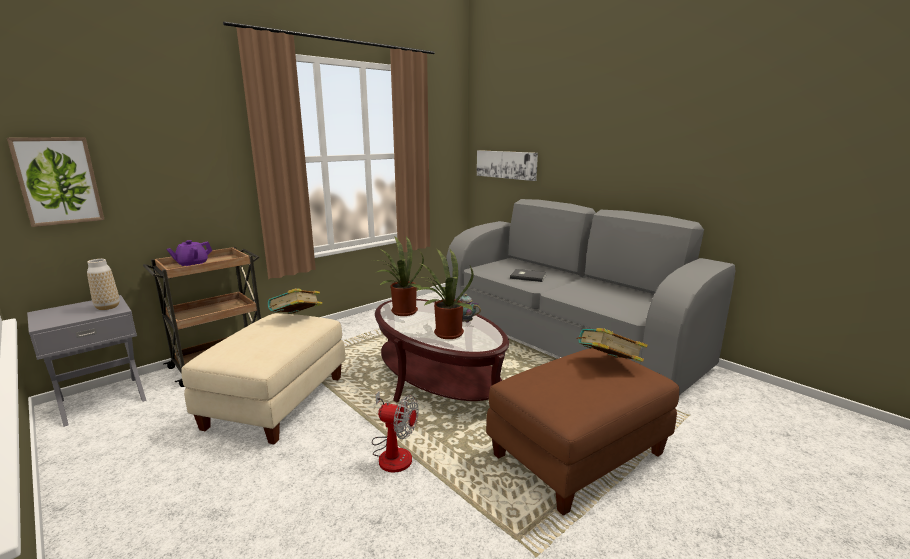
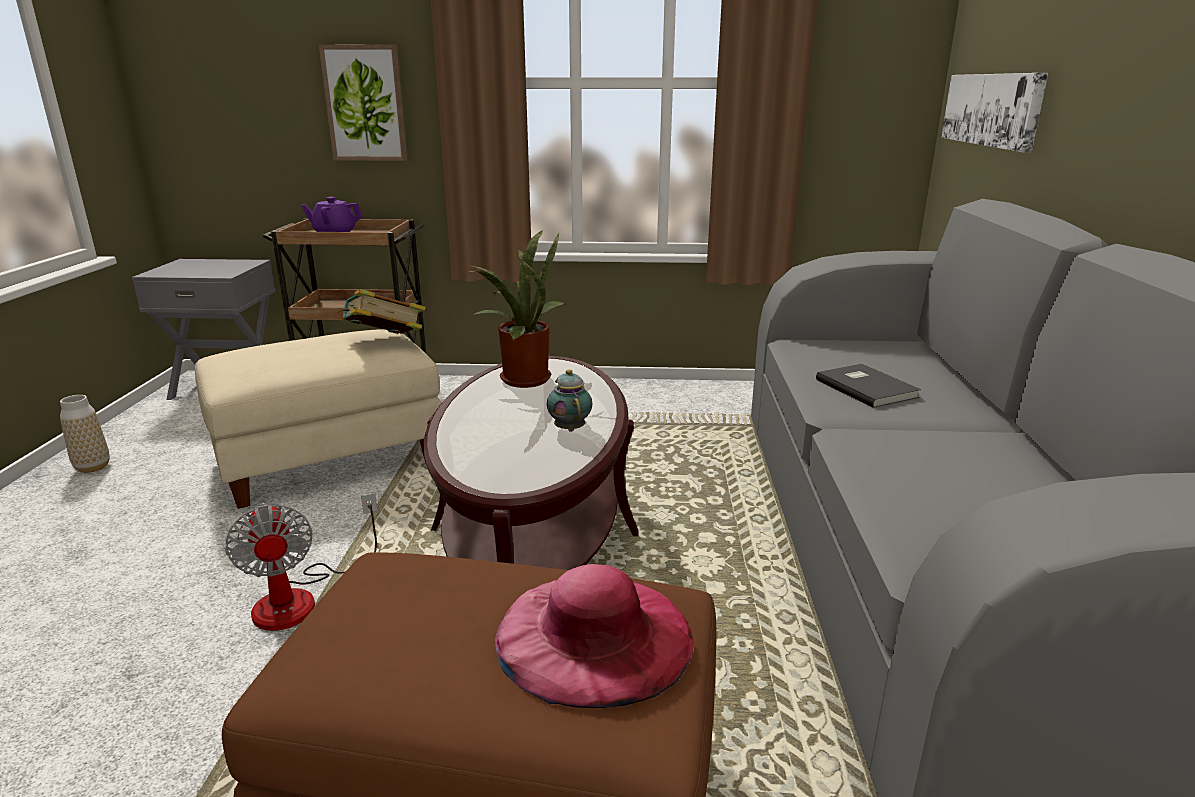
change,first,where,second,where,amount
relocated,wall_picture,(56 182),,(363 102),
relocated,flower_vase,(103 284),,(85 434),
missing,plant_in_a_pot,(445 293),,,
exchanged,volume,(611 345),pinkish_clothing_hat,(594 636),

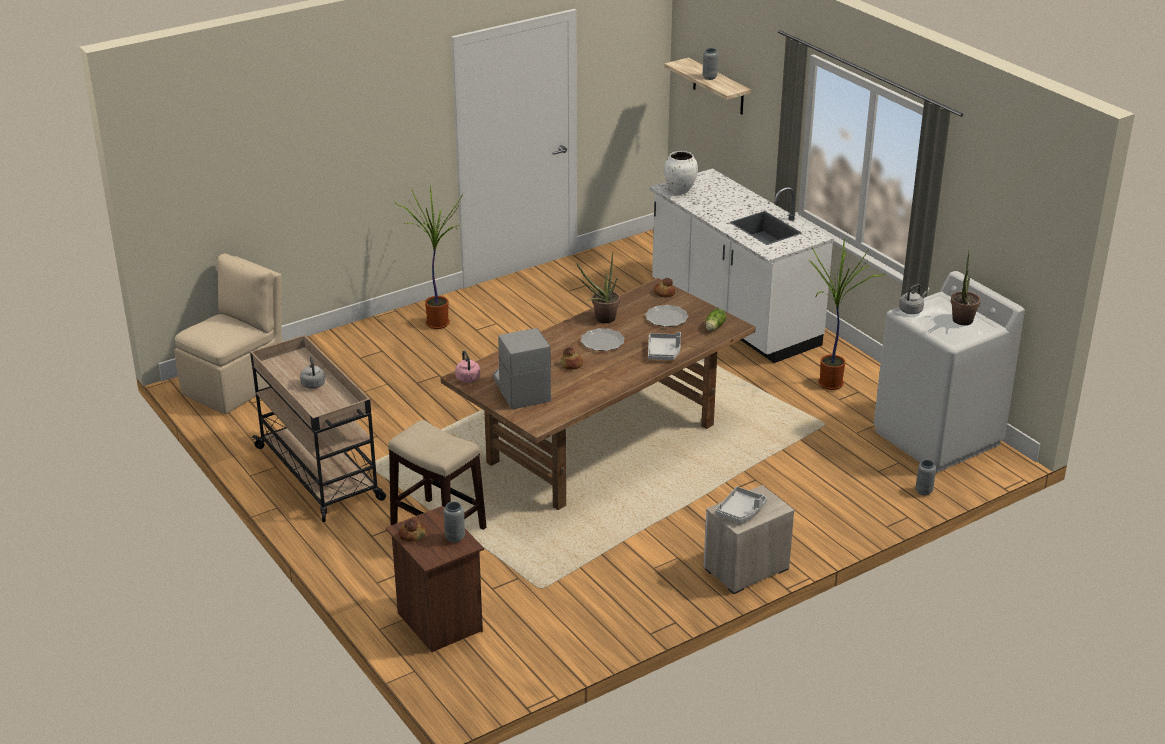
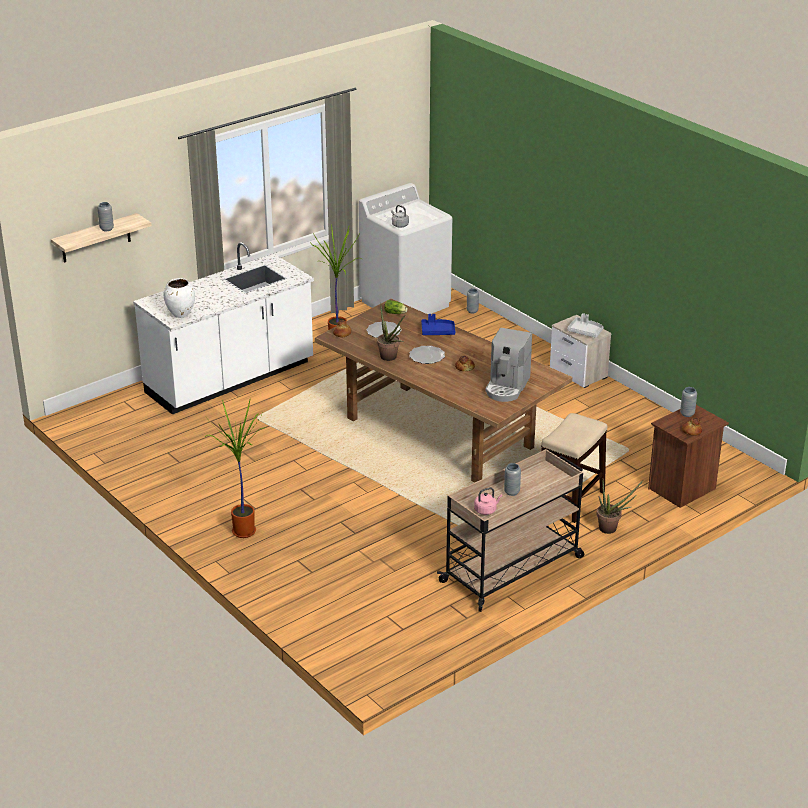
change,first,where,second,where,amount
missing,sand-coloured_upright_chair,(228 333),,,
exchanged,greyish_water_kettle,(312 372),greyish_flower_vase,(512 479),
relocated,pinkish_water_kettle,(467 367),,(488 501),
spun,coffee_brewer,(522 368),,(508 365),45 degrees counterclockwise
colour,greyish_carrying_tray,(664 346),blue-coloured_carrying_tray,(438 324),
relocated,plant_in_a_pot,(965 288),,(620 507),

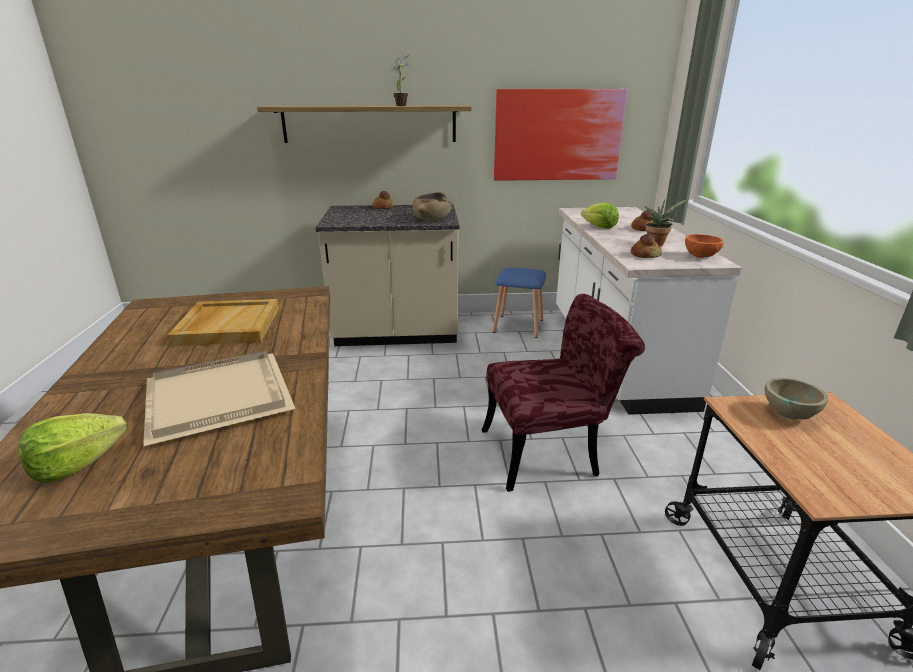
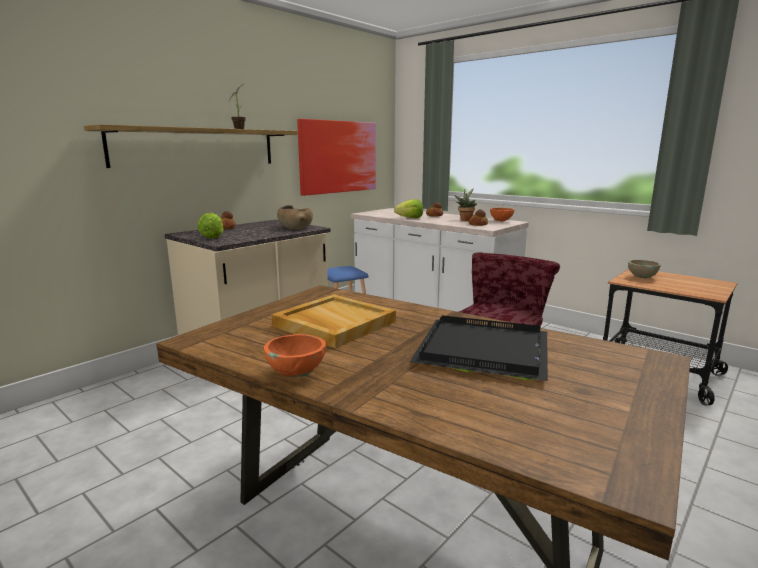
change,first,where,second,where,amount
relocated,lettuce,(72 448),,(210 226),
colour,sand-coloured_carrying_tray,(219 398),black_carrying_tray,(479 348),
appeared,,,orange-coloured_bowl,(295 356),

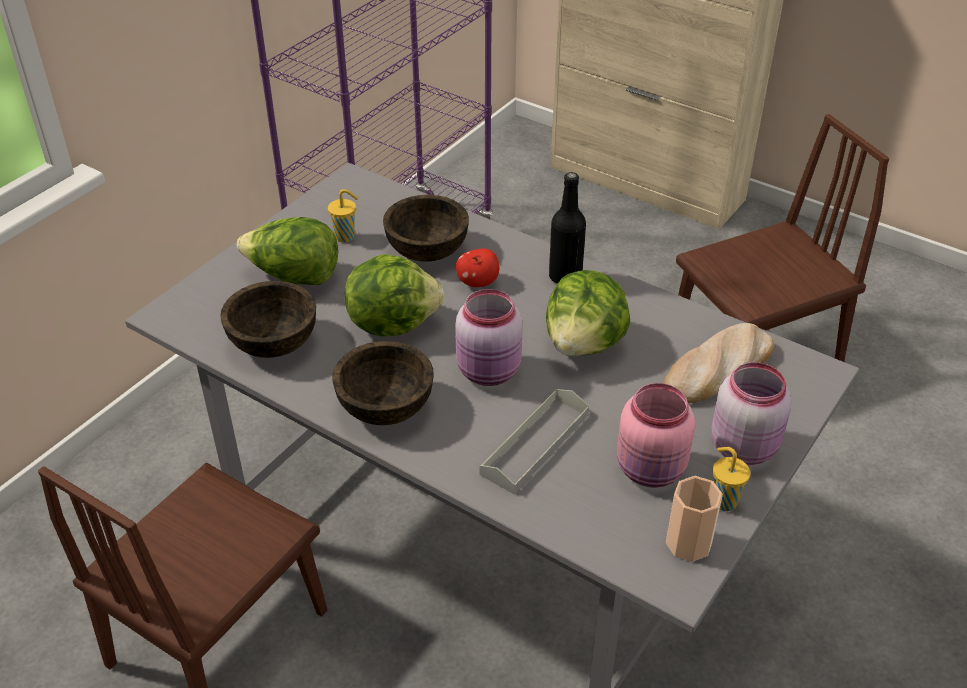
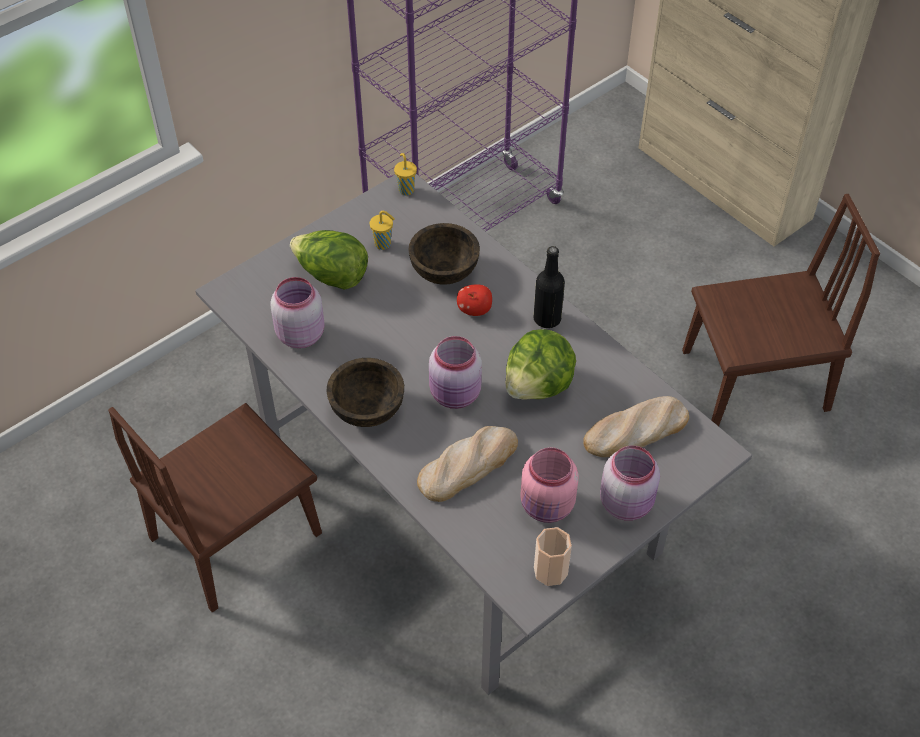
change,first,where,second,where,amount
exchanged,brown_bowl,(268 319),pinkish_storage_jar,(297 312),
missing,lettuce,(395 295),,,
exchanged,greyish_carrying_tray,(534 441),baked_bread,(467 464),
relocated,yellow_small_cup,(731 479),,(405 174),

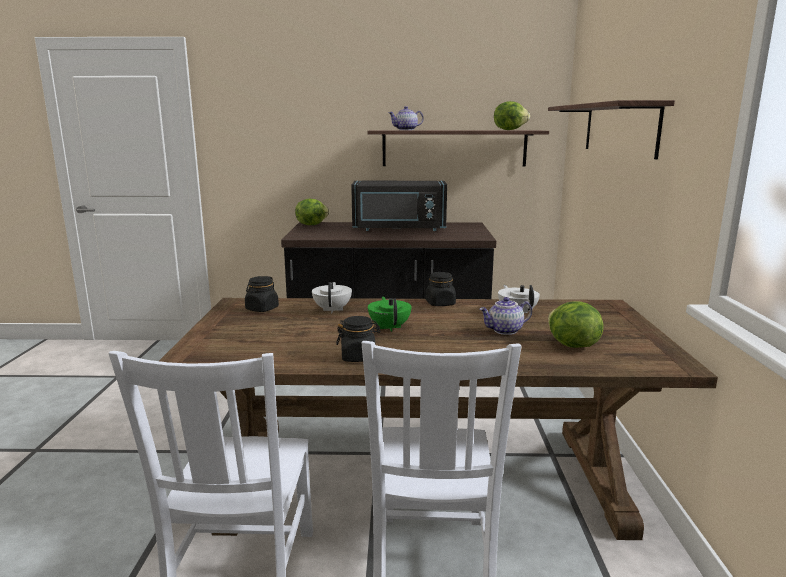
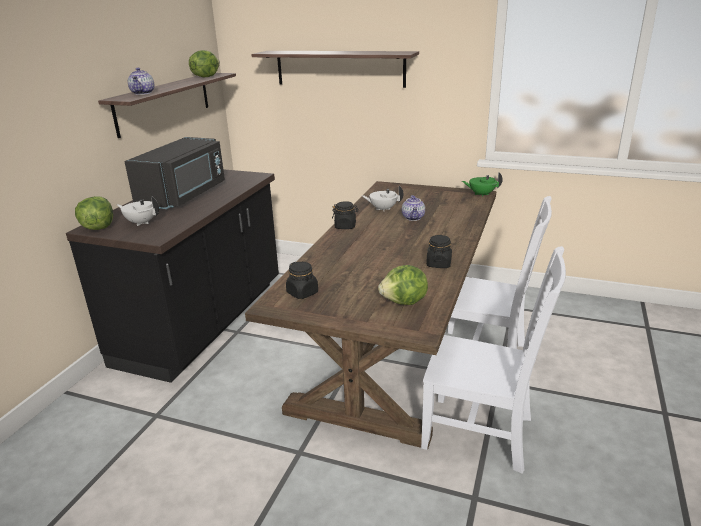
change,first,where,second,where,amount
relocated,white-coloured_tea_pot,(332 297),,(138 211),
relocated,green_tea_pot,(390 314),,(482 184),
relocated,lettuce,(576 324),,(403 285),

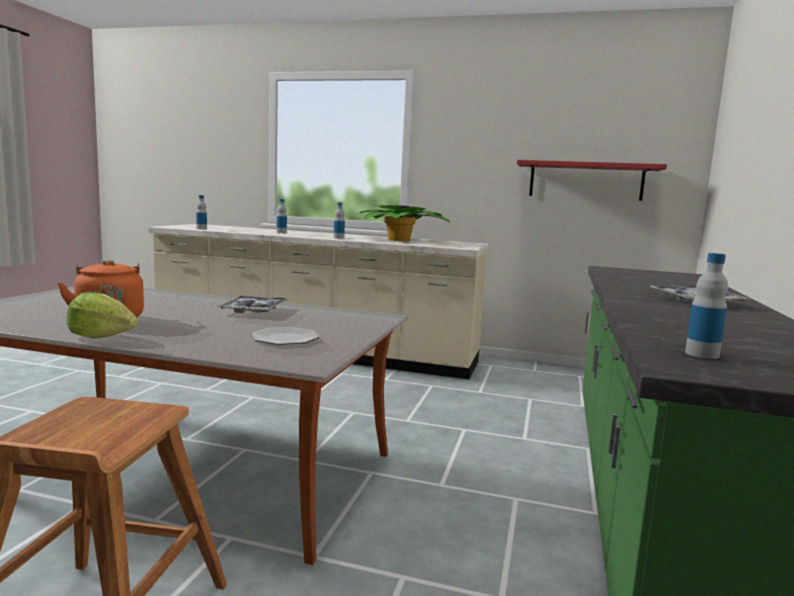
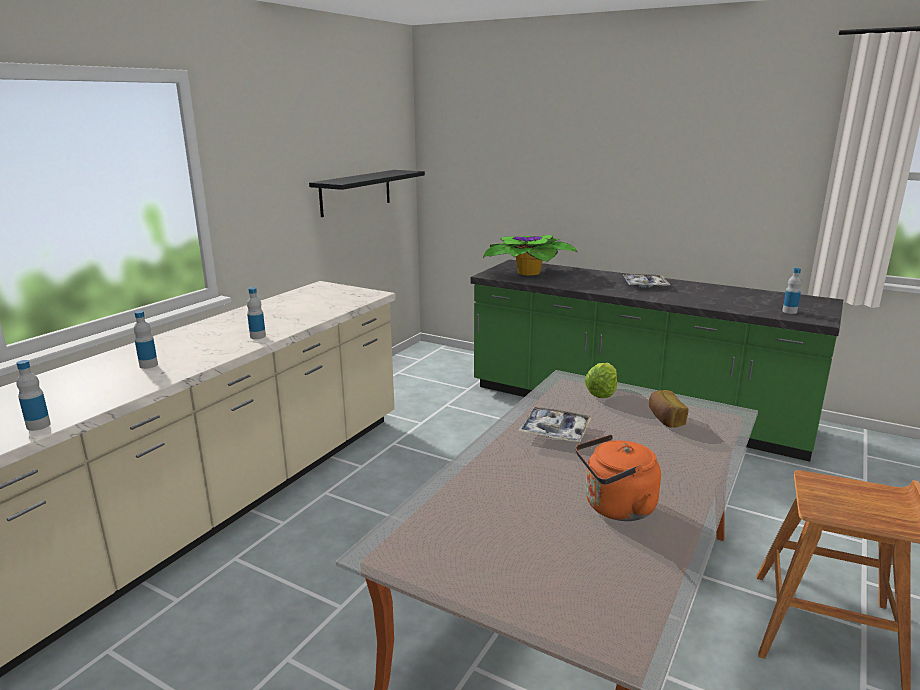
change,first,where,second,where,amount
relocated,lettuce,(102 315),,(600 380),
exchanged,dinner_plate,(285 336),baked_bread,(669 409),
relocated,plant_in_a_pot,(403 223),,(530 255),
colour,reddish_shelf,(592 180),black_shelf,(367 193),

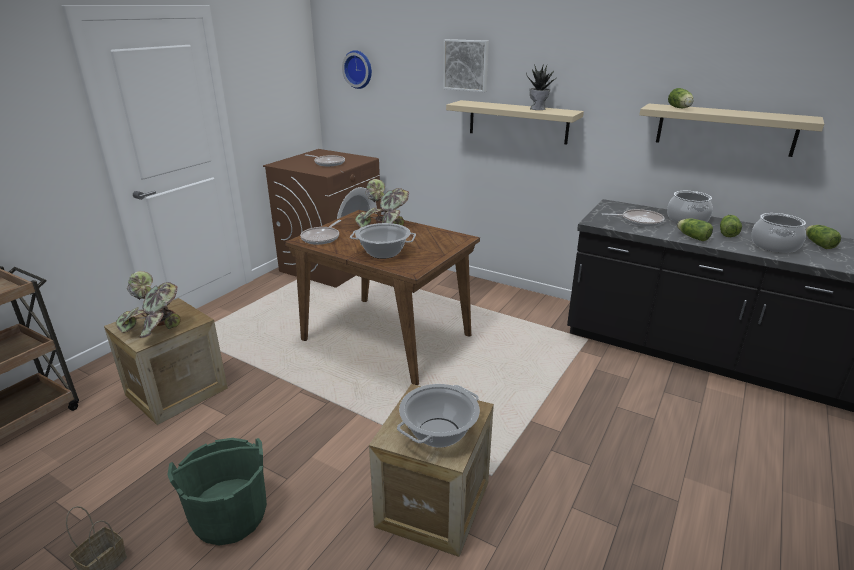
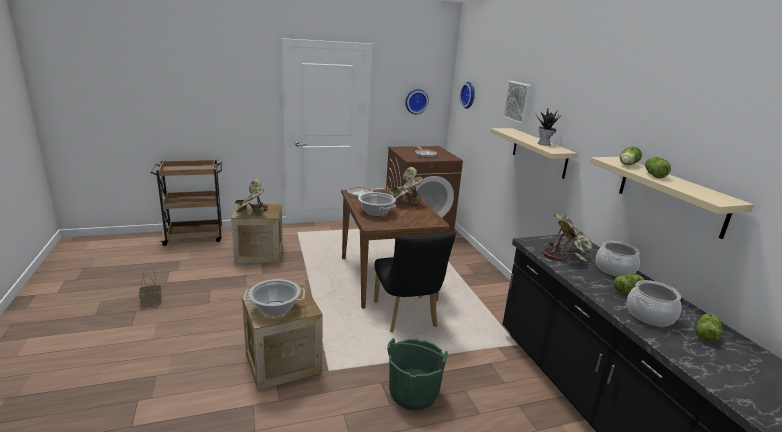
change,first,where,second,where,amount
relocated,green_bucket,(217 492),,(417 374),
exchanged,skillet,(633 218),plant_in_a_pot,(567 238),
relocated,lettuce,(695 230),,(658 167),
appeared,,,black_upright_chair,(415 282),
appeared,,,wall_clock,(417 101),

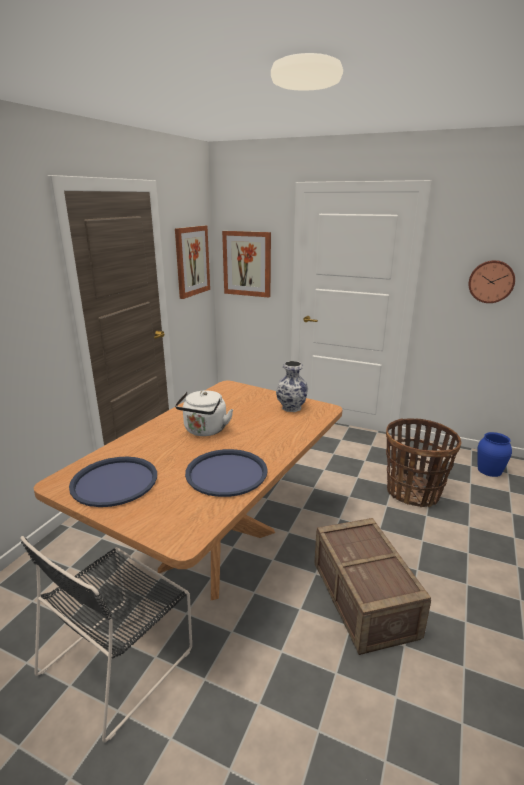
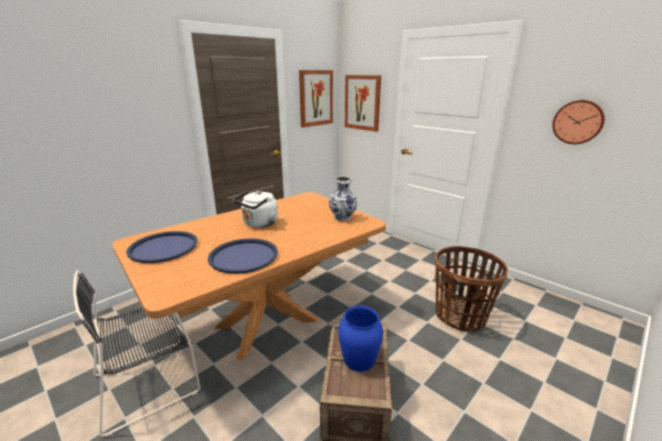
change,first,where,second,where,amount
relocated,blue-coloured_flower_vase,(494 454),,(360 338),

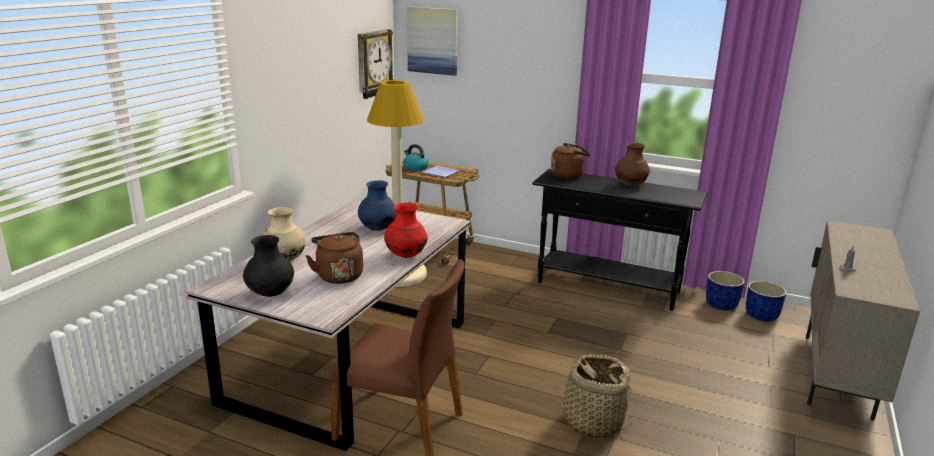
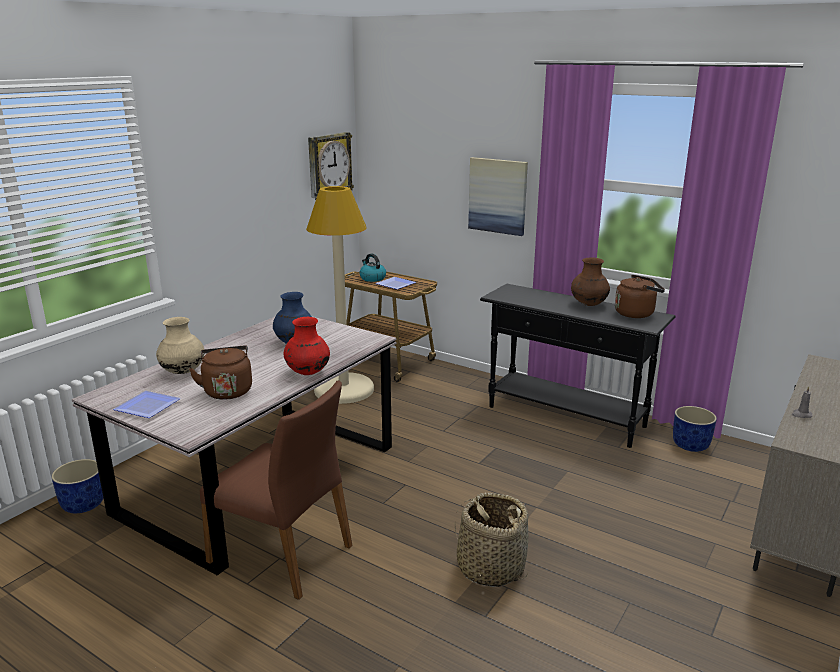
change,first,where,second,where,amount
exchanged,black_flower_vase,(268 266),dinner_plate,(147 404),
relocated,wall_picture,(432 41),,(498 196),
relocated,brown_water_kettle,(571 161),,(640 296),
relocated,blue-coloured_flower_pot,(766 301),,(77 486),

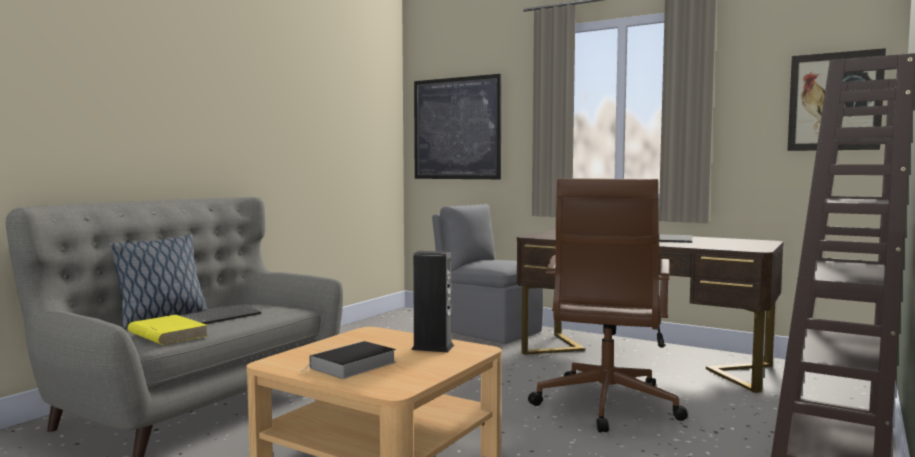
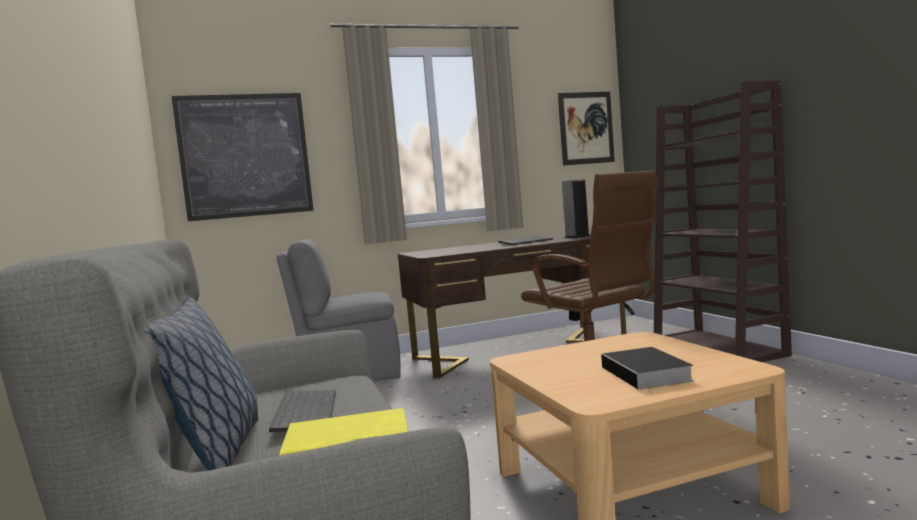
change,first,where,second,where,amount
relocated,speaker,(432 301),,(576 208),

